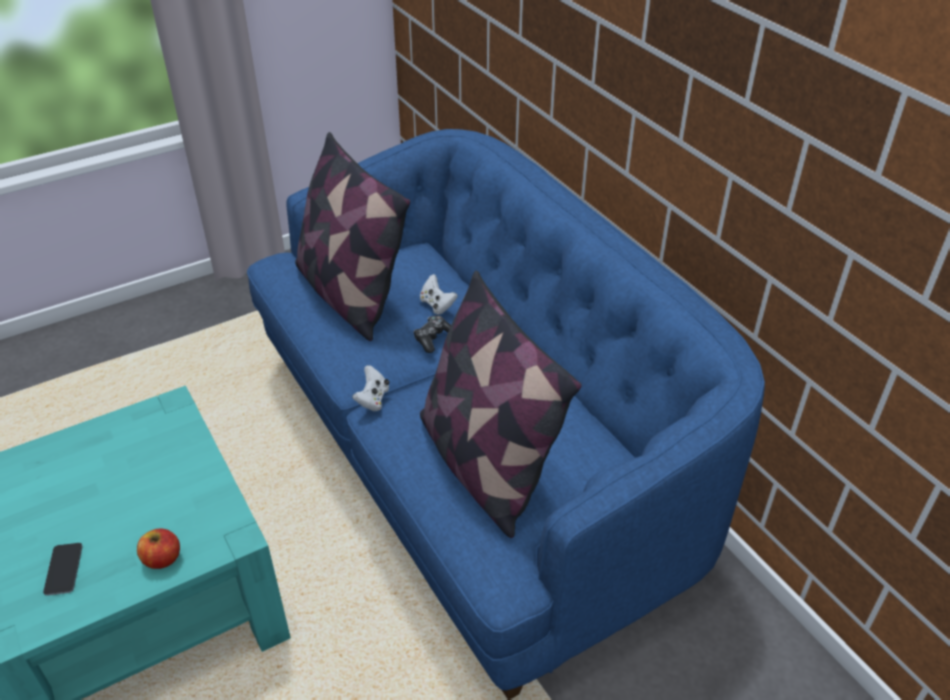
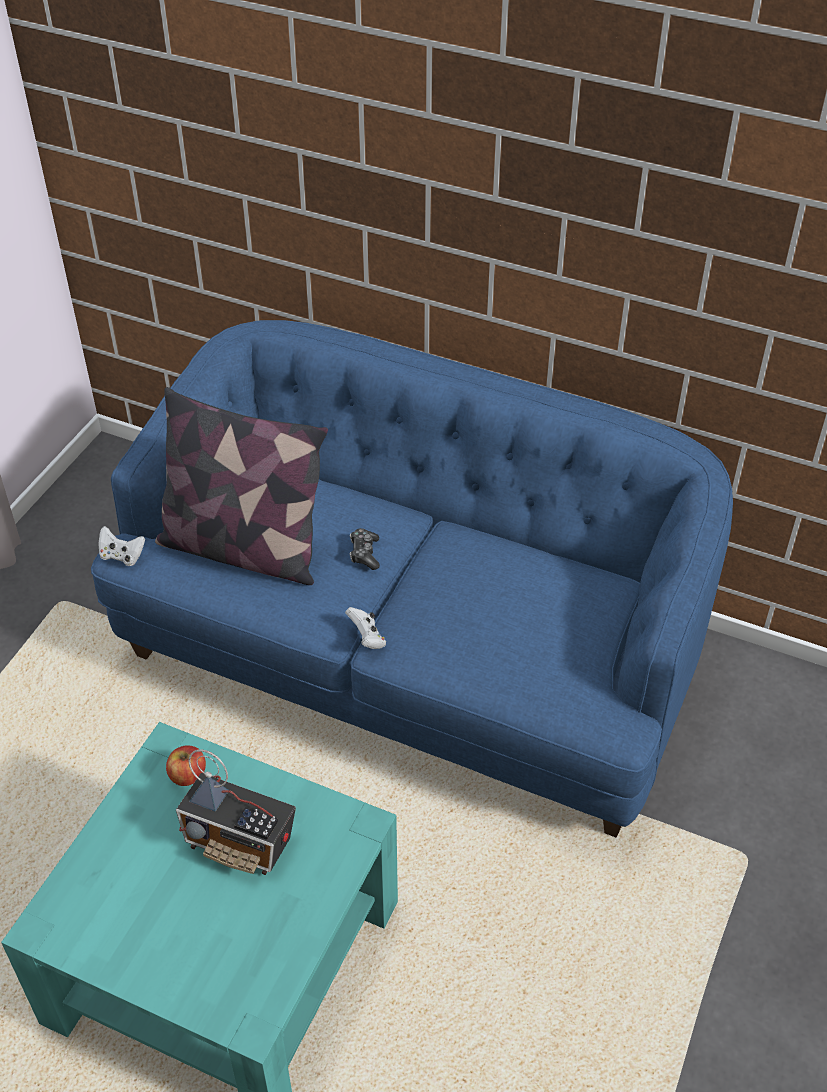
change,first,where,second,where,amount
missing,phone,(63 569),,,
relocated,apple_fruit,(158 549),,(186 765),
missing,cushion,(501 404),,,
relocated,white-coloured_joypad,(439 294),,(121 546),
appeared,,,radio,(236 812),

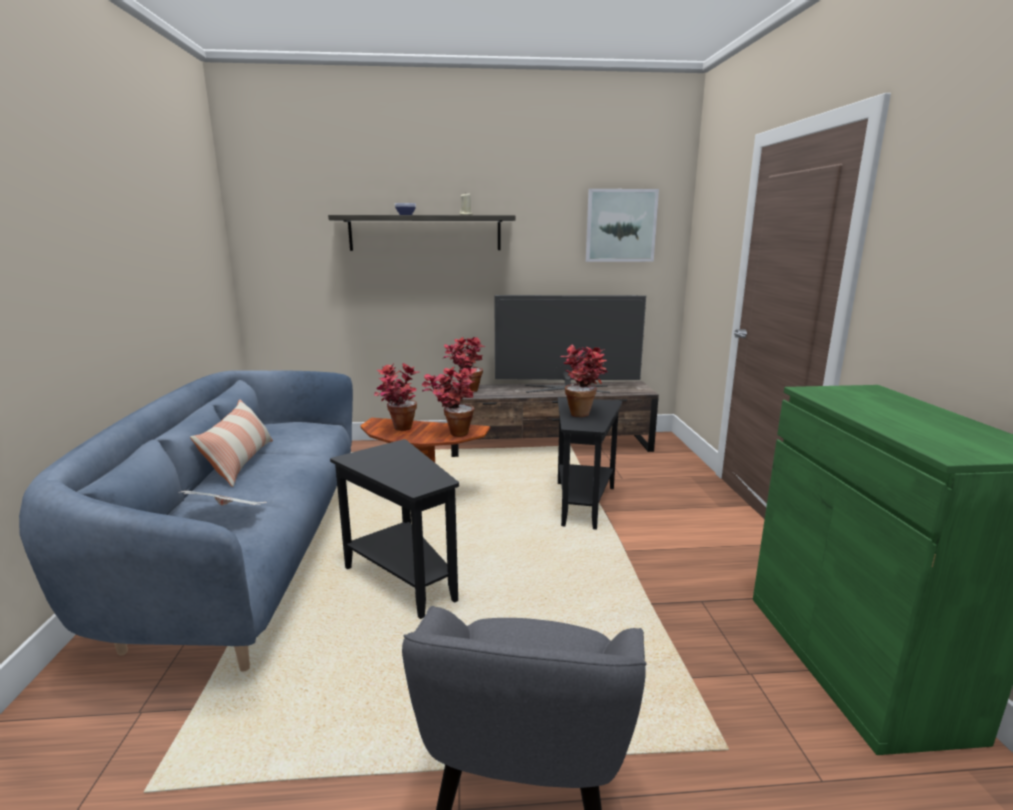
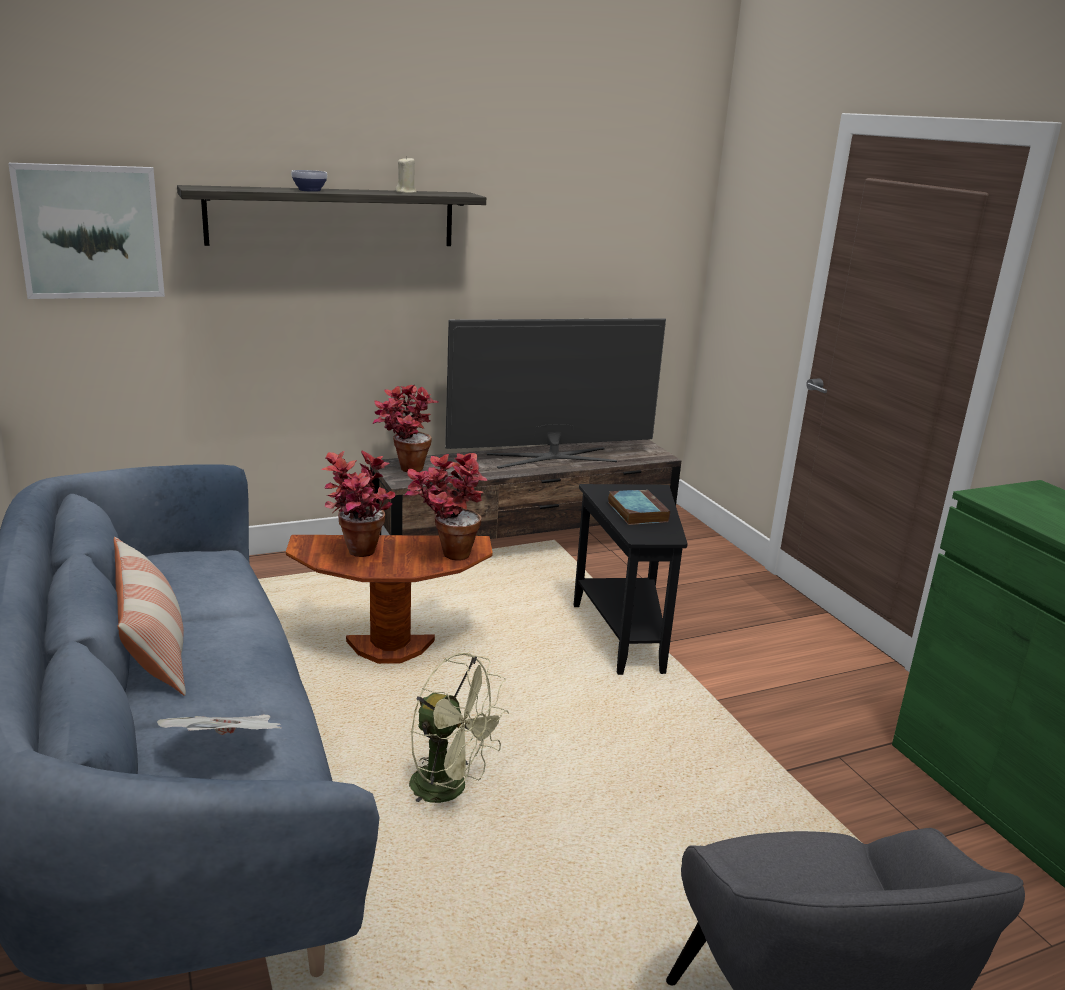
change,first,where,second,where,amount
exchanged,black_accent_table,(394 529),green_electric_fan,(459 728),
exchanged,plant_in_a_pot,(584 381),volume,(639 507),
relocated,wall_picture,(622 225),,(86 231),

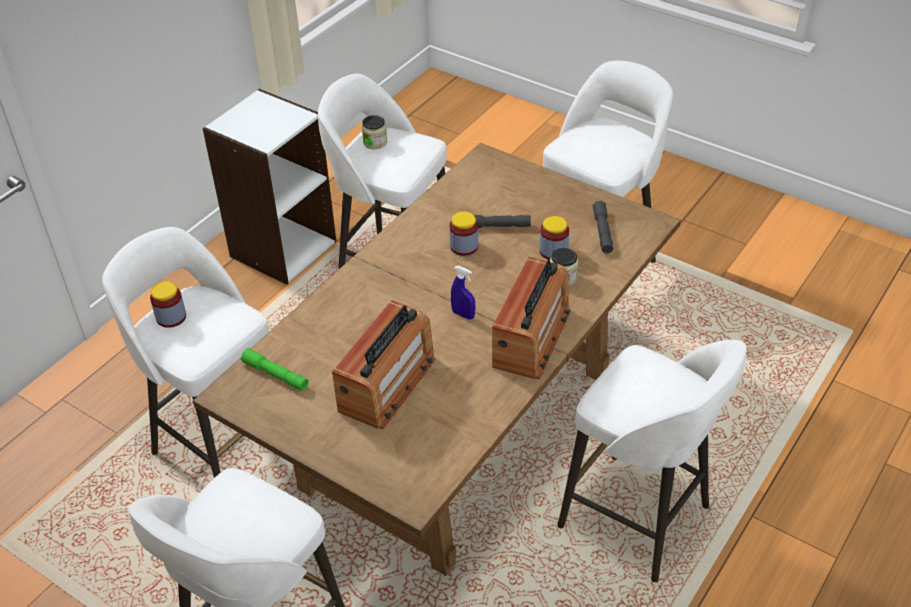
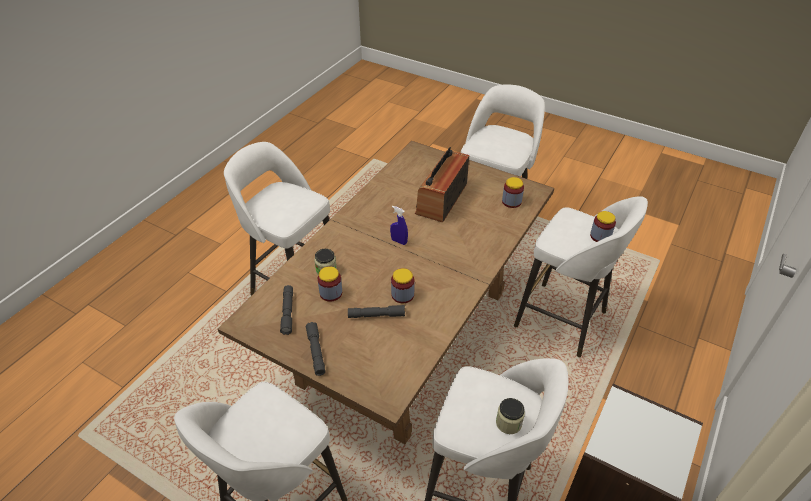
change,first,where,second,where,amount
exchanged,green_flashlight,(274 369),storage_jar,(513 192),
missing,radio,(531 318),,,
appeared,,,greyish_flashlight,(315 349),

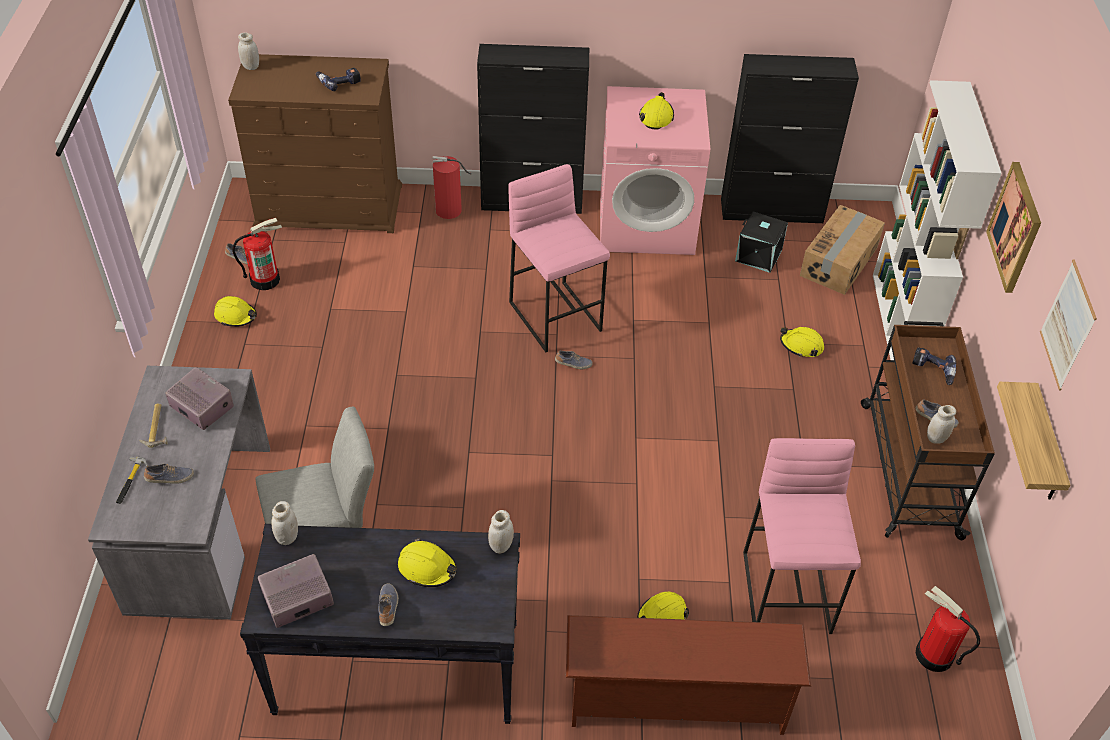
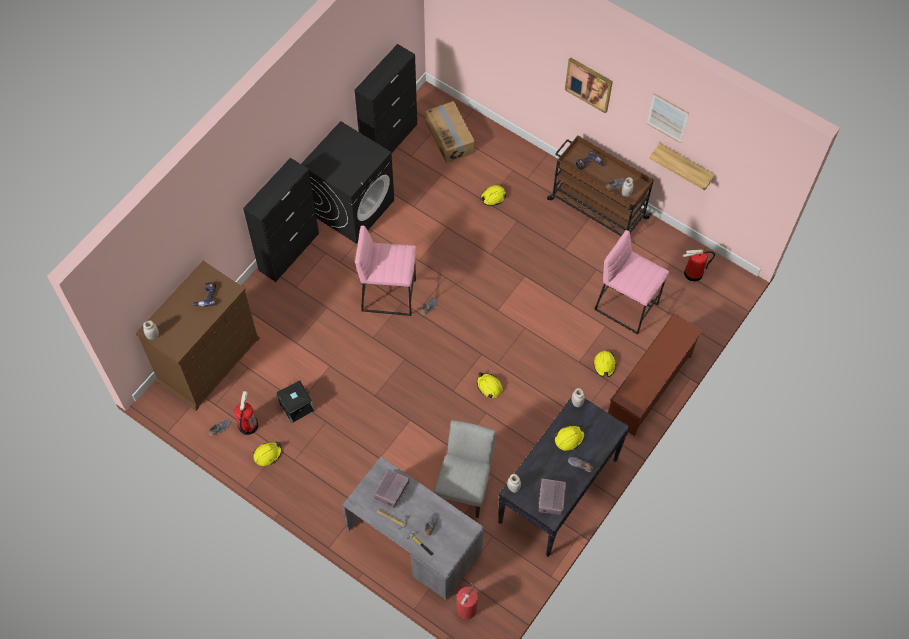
change,first,where,second,where,amount
spun,radio,(199 398),,(391 488),135 degrees clockwise
relocated,fire_extinguisher,(452 187),,(467 600),
colour,pinkish_laundry_machine,(655 170),black_laundry_machine,(347 182),
relocated,yellow_safety_helmet,(656 111),,(490 385),
relocated,black_storage_box,(761 242),,(295 402),
missing,white-coloured_shelving_unit,(937 220),,,

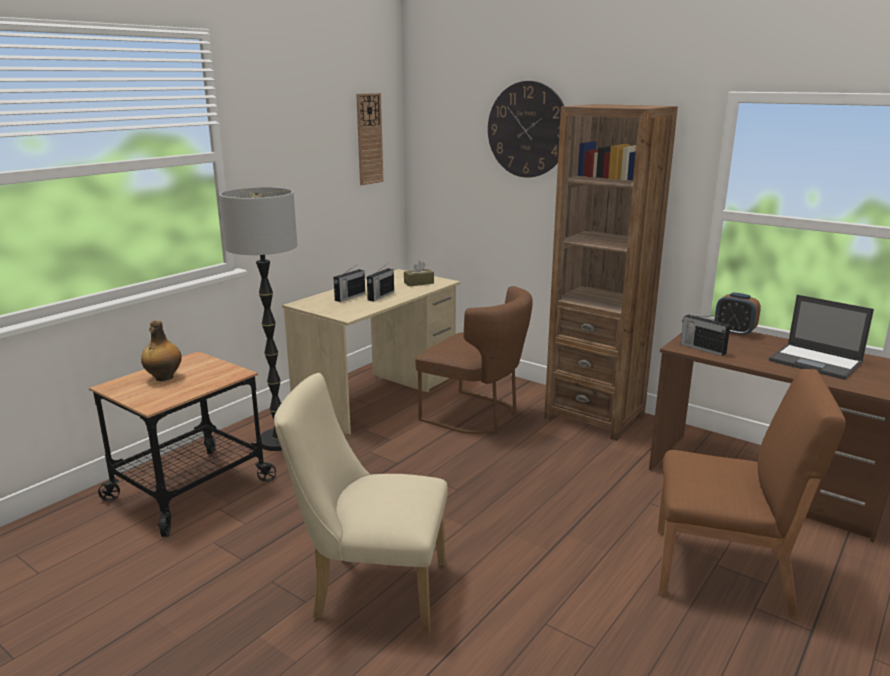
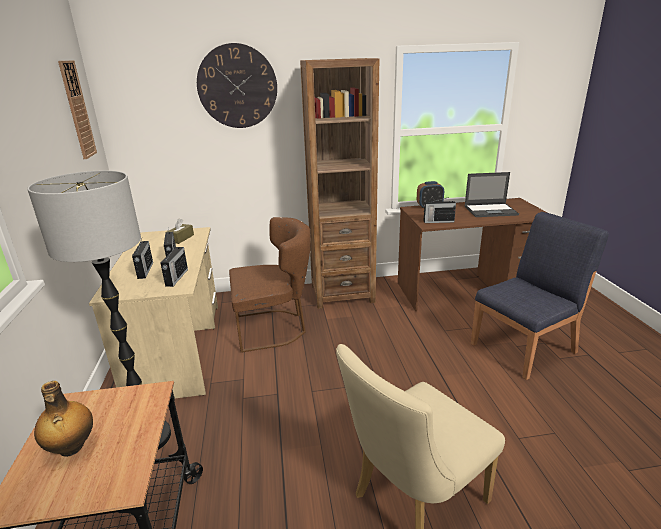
change,first,where,second,where,amount
colour,brown_upright_chair,(751 494),blue-coloured_upright_chair,(540 296),
appeared,,,radio,(174 266),

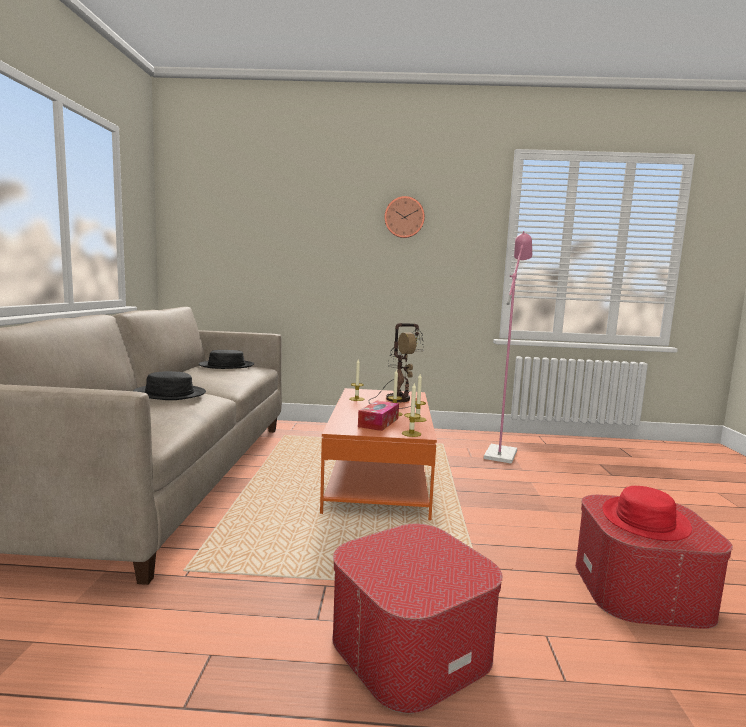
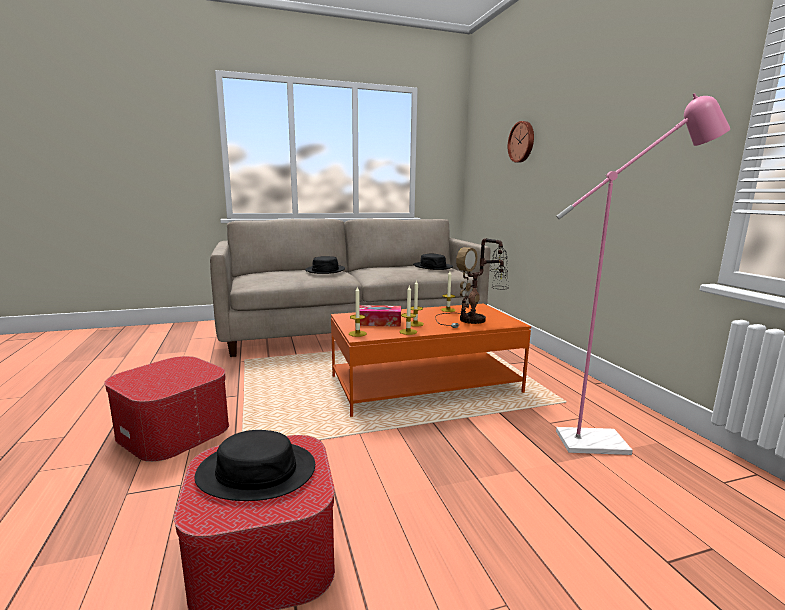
change,first,where,second,where,amount
relocated,wall_clock,(404 217),,(521 142),
colour,reddish_clothing_hat,(647 513),black_clothing_hat,(255 465),

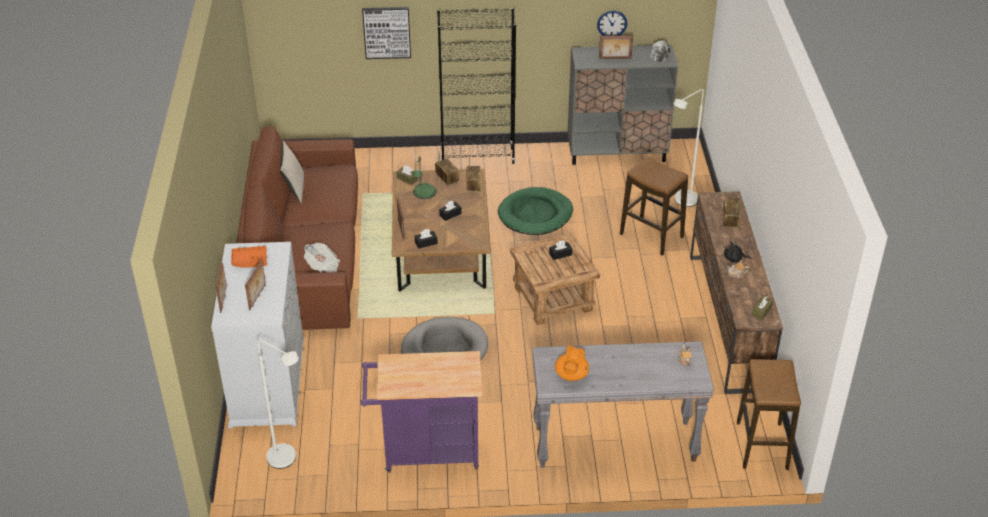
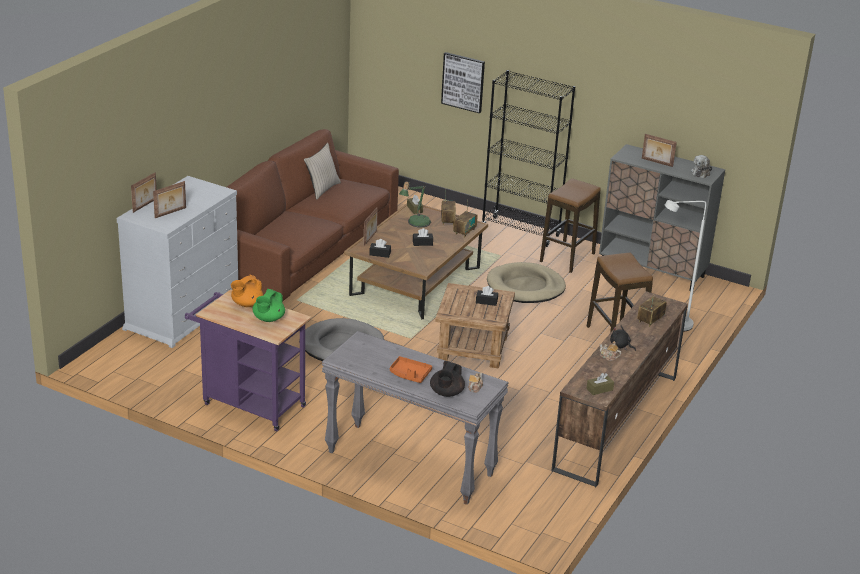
change,first,where,second,where,amount
relocated,orange-coloured_carrying_tray,(249 257),,(411 369),
missing,white-coloured_floor_lamp,(278 404),,,
missing,printed_paper,(322 258),,,
colour,green_dog_bed,(535 211),sand-coloured_dog_bed,(526 282),
relocated,orange-coloured_tea_pot,(572 363),,(247 291),
missing,wall_clock,(612 23),,,
relocated,stool,(769 414),,(570 225),
appeared,,,green_tea_pot,(268 305),
appeared,,,black_tea_pot,(447 379),

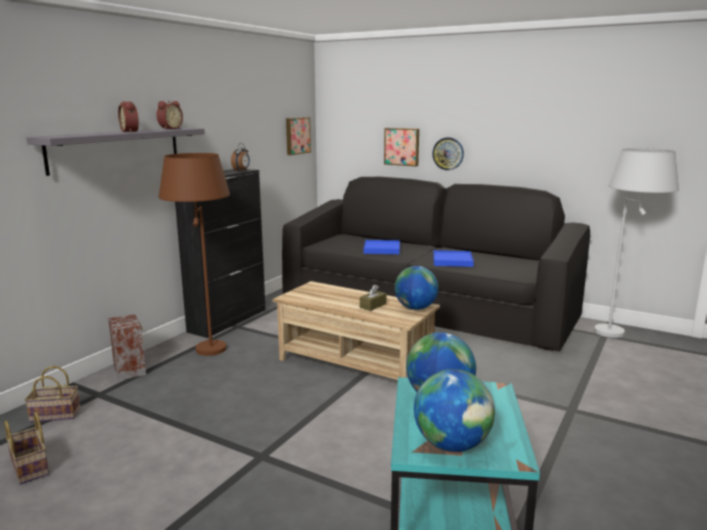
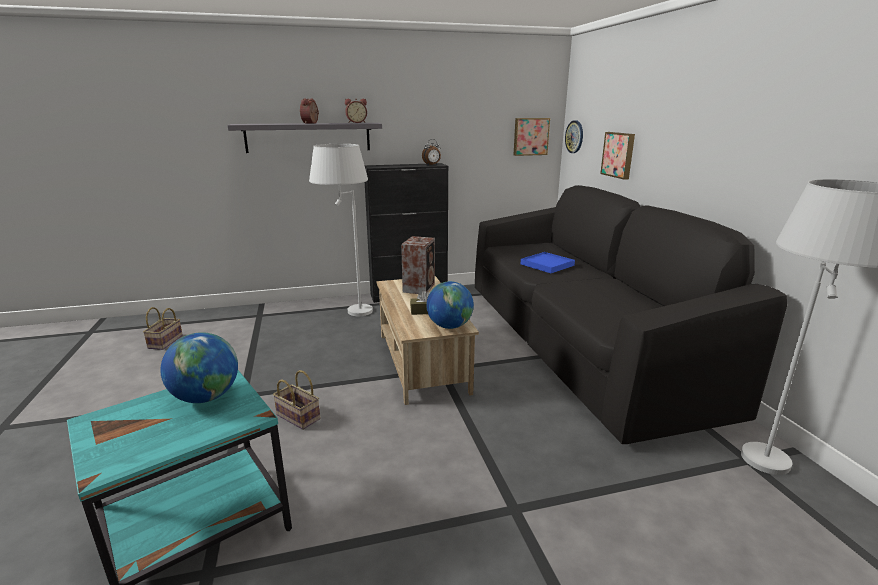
change,first,where,second,where,amount
relocated,storage_basket,(52 394),,(296 400),
relocated,speaker,(127 347),,(418 265),
colour,brown_floor_lamp,(194 254),white-coloured_floor_lamp,(341 230),
missing,world_globe,(454 410),,,
relocated,wall_clock,(448 153),,(574 136),
missing,blue-coloured_carrying_tray,(453 258),,,

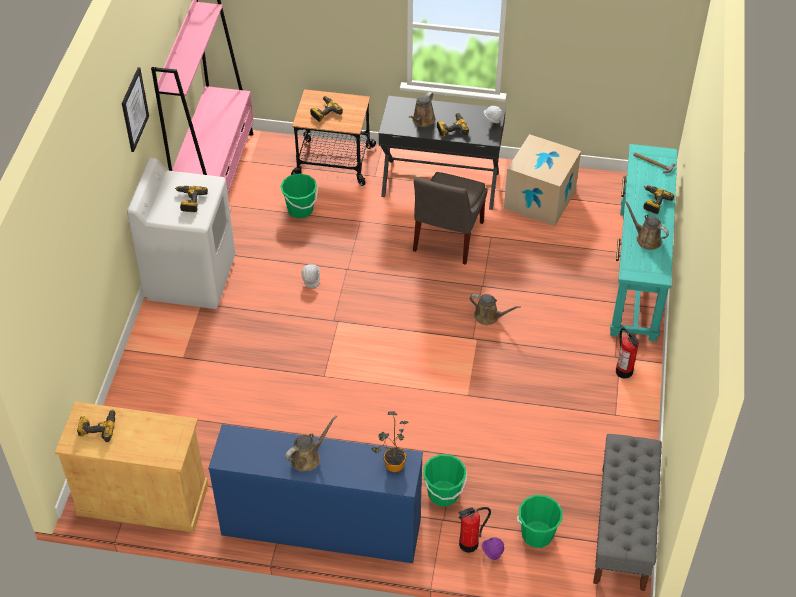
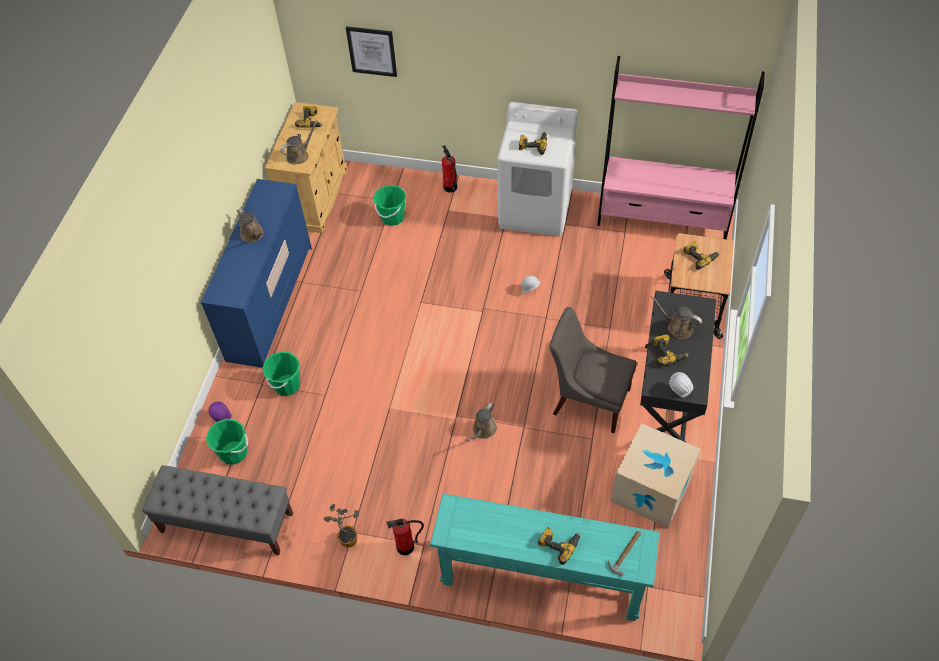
change,first,where,second,where,amount
relocated,wall_picture,(135 109),,(371 51),
relocated,green_bucket,(299 196),,(389 205),
relocated,plant_in_a_pot,(390 441),,(341 525),
relocated,fire_extinguisher,(474 530),,(449 168),
relocated,brown_watering_pot,(646 225),,(299 143),

